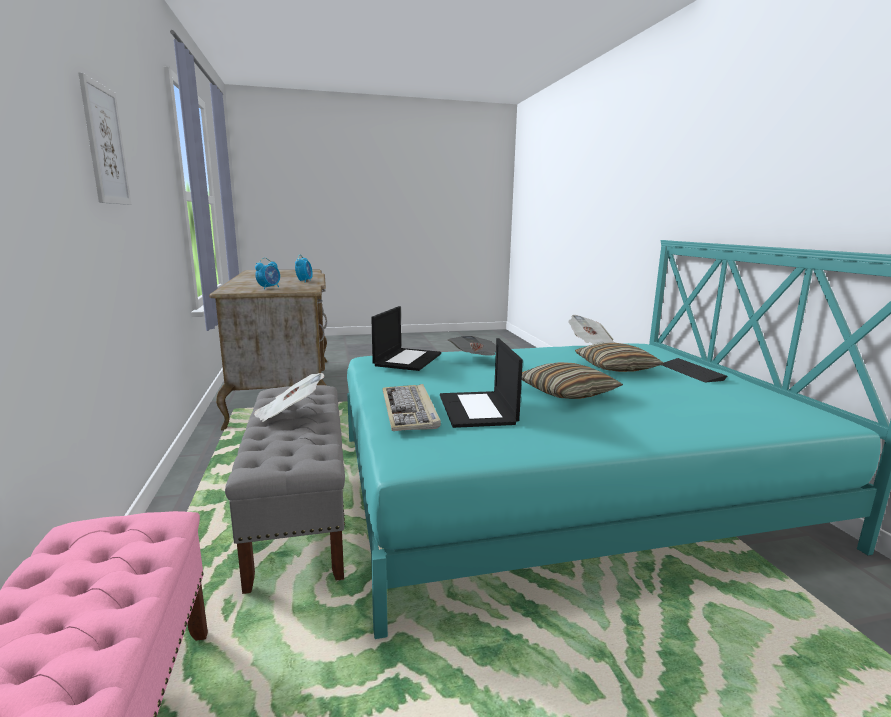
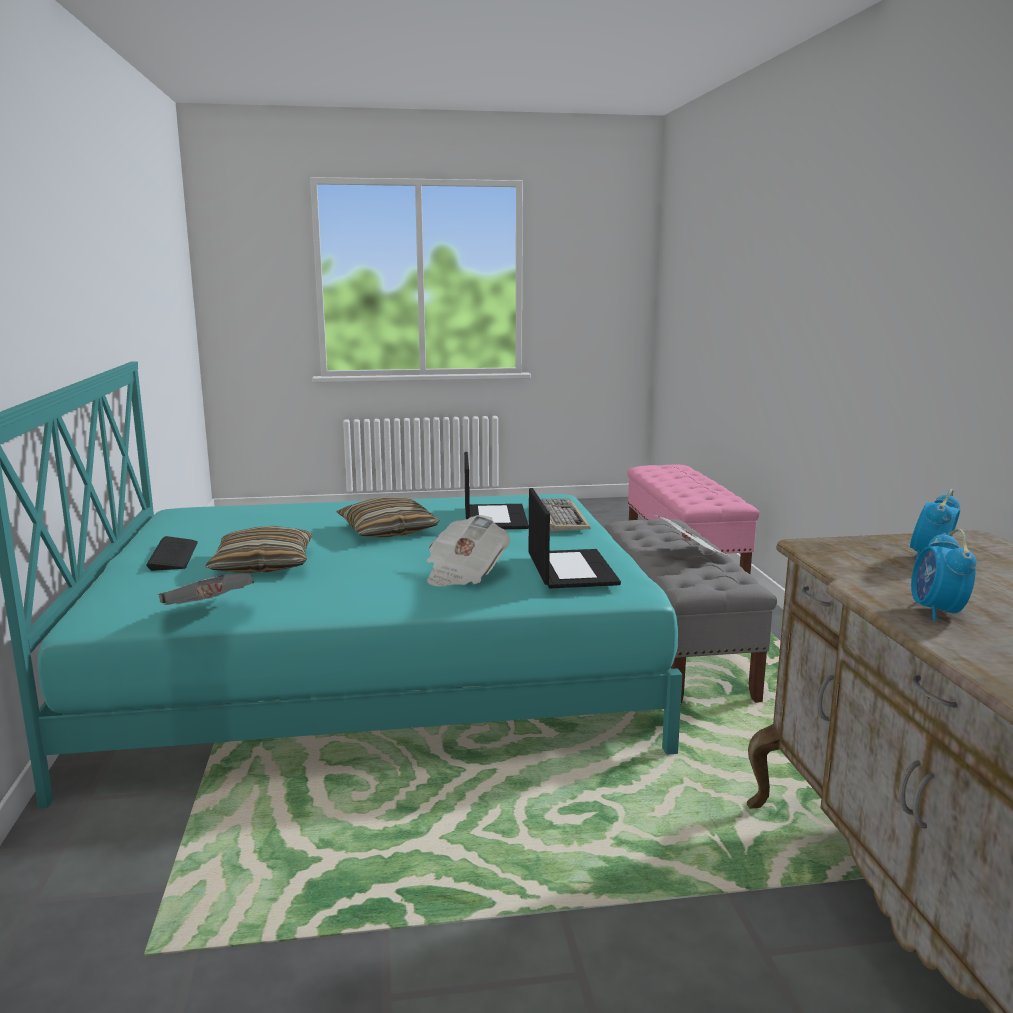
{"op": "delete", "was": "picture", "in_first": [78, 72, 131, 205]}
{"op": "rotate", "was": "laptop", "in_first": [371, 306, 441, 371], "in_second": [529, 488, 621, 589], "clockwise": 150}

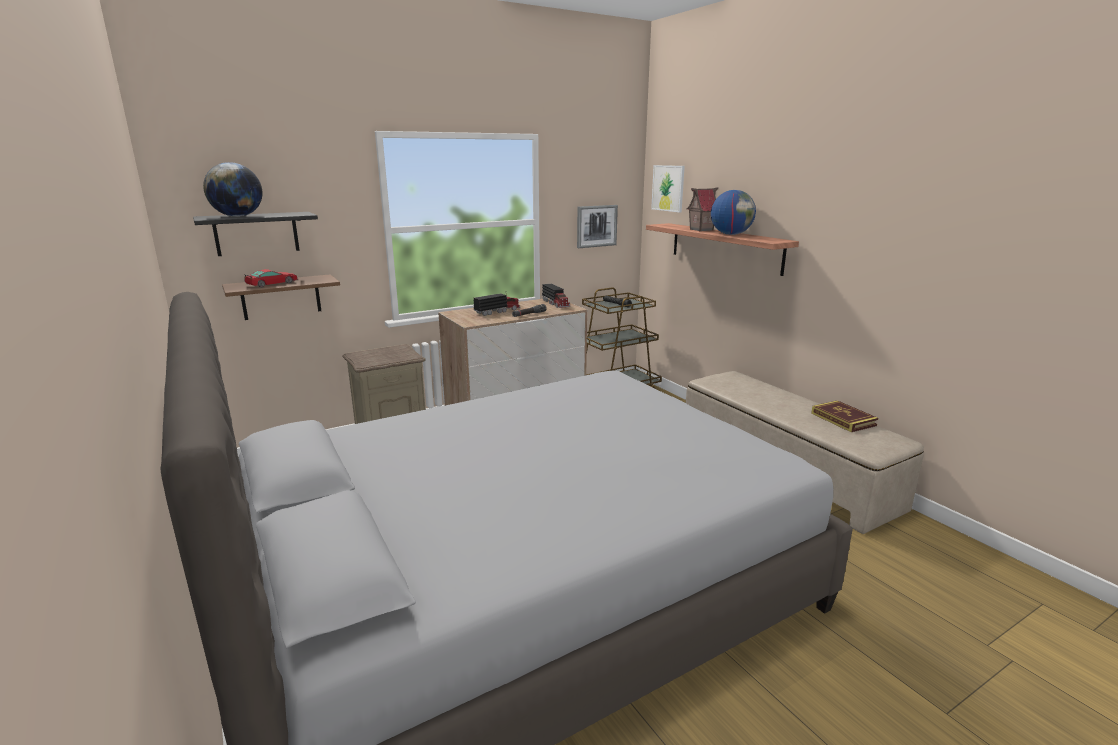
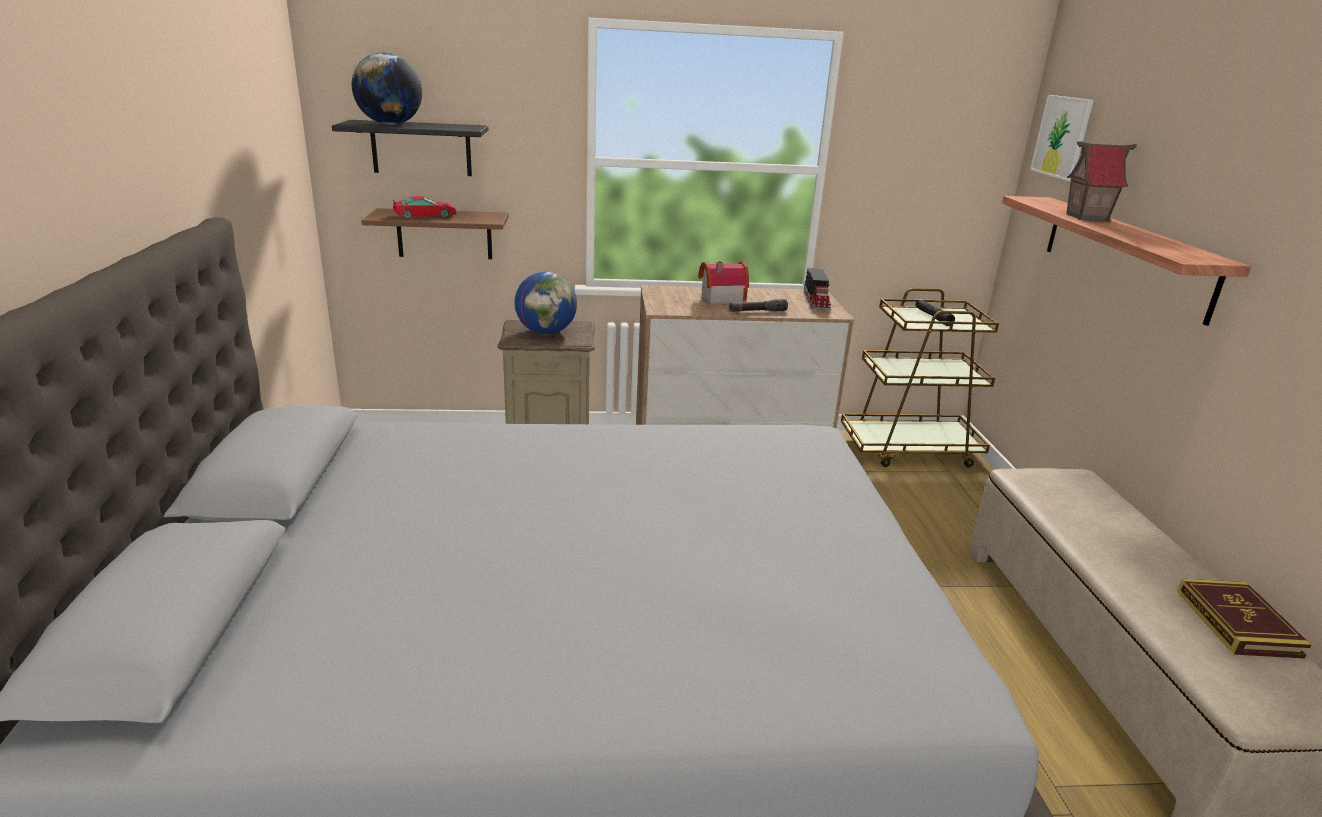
{"op": "delete", "was": "picture", "in_first": [577, 205, 618, 248]}
{"op": "move", "was": "globe", "in_first": [711, 190, 756, 235], "in_second": [514, 272, 577, 334]}
{"op": "replace", "was": "toy truck", "now": "toy house", "in_first": [474, 293, 520, 316], "in_second": [698, 261, 749, 305]}

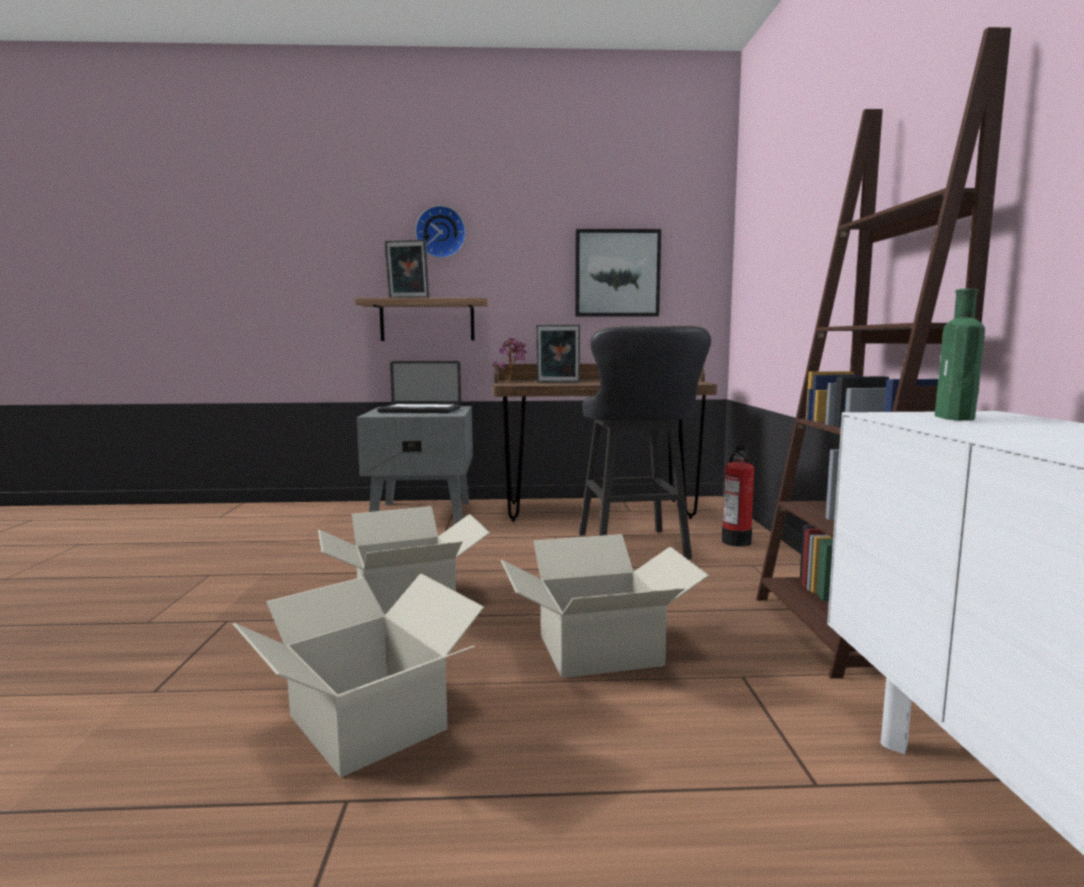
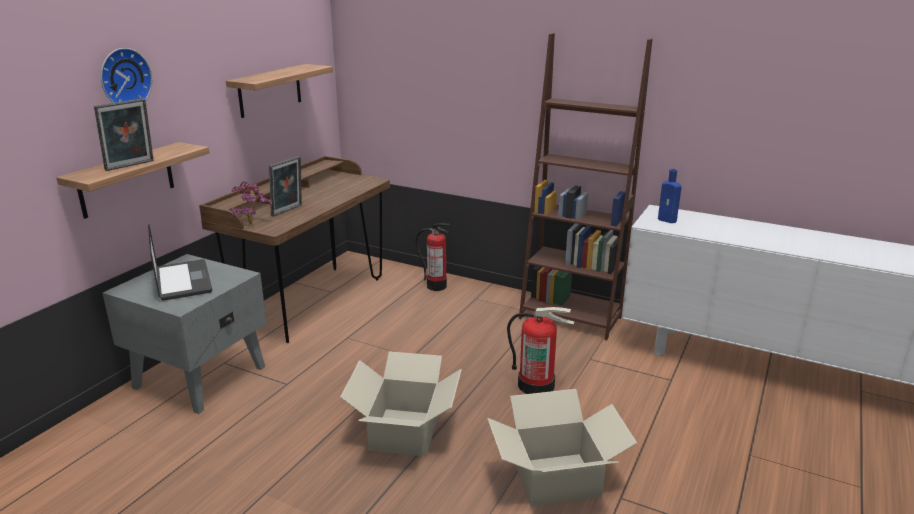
{"op": "delete", "was": "black stool", "in_first": [579, 326, 711, 559]}
{"op": "replace", "was": "cardboard box", "now": "fire extinguisher", "in_first": [501, 534, 709, 678], "in_second": [507, 307, 574, 394]}
{"op": "replace", "was": "picture", "now": "shelf", "in_first": [575, 229, 661, 317], "in_second": [226, 64, 333, 118]}
{"op": "recolor", "was": "green bottle", "now": "blue bottle", "in_first": [935, 289, 985, 421], "in_second": [658, 169, 681, 223]}
{"op": "rotate", "was": "laptop", "in_first": [377, 361, 461, 413], "in_second": [148, 225, 212, 301], "clockwise": -60}

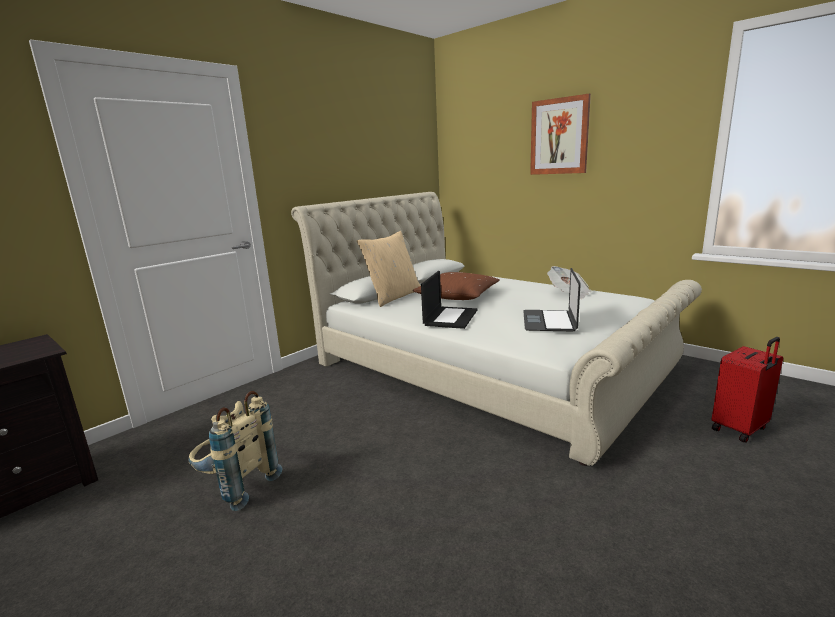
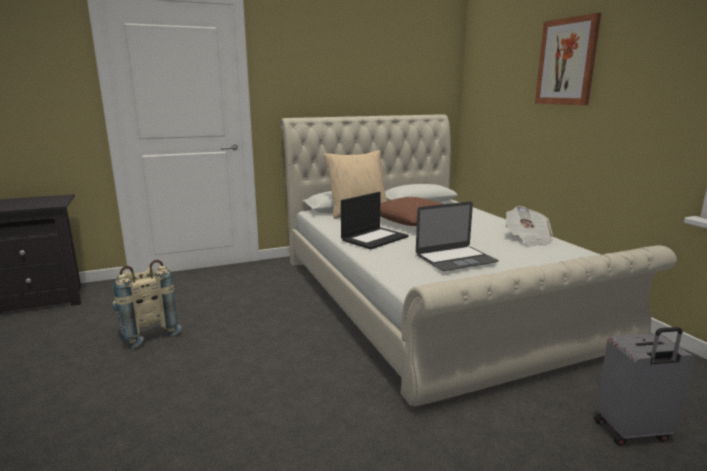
{"op": "recolor", "was": "red suitcase", "now": "grey suitcase", "in_first": [712, 337, 783, 443], "in_second": [594, 327, 695, 446]}
{"op": "rotate", "was": "laptop", "in_first": [523, 268, 581, 331], "in_second": [416, 201, 499, 271], "clockwise": -150}

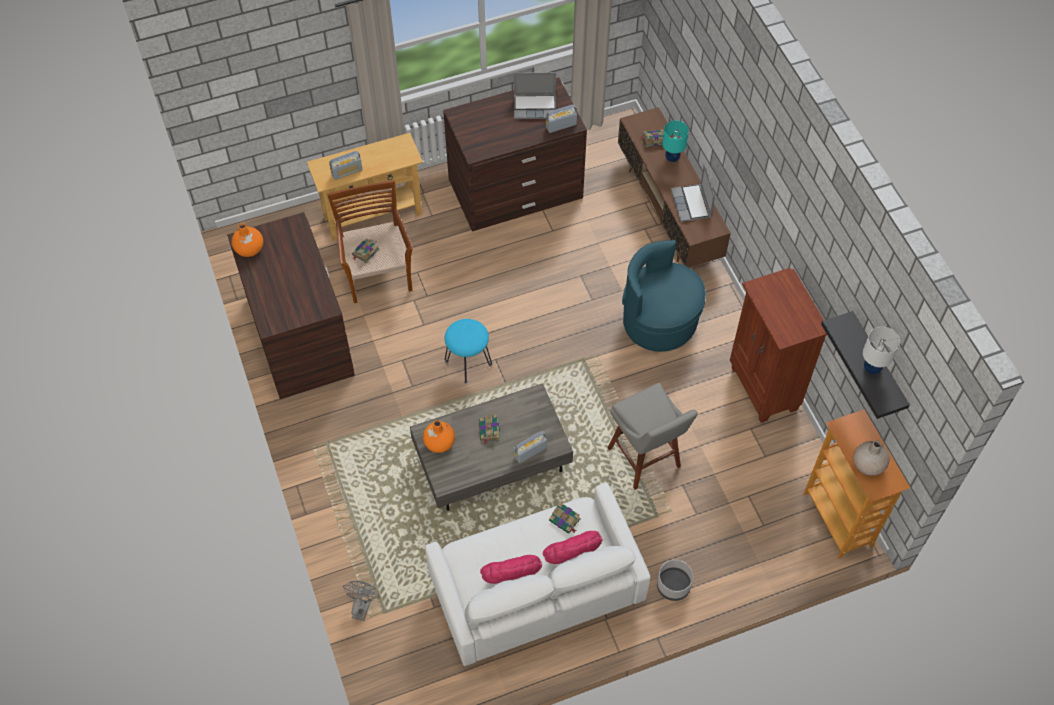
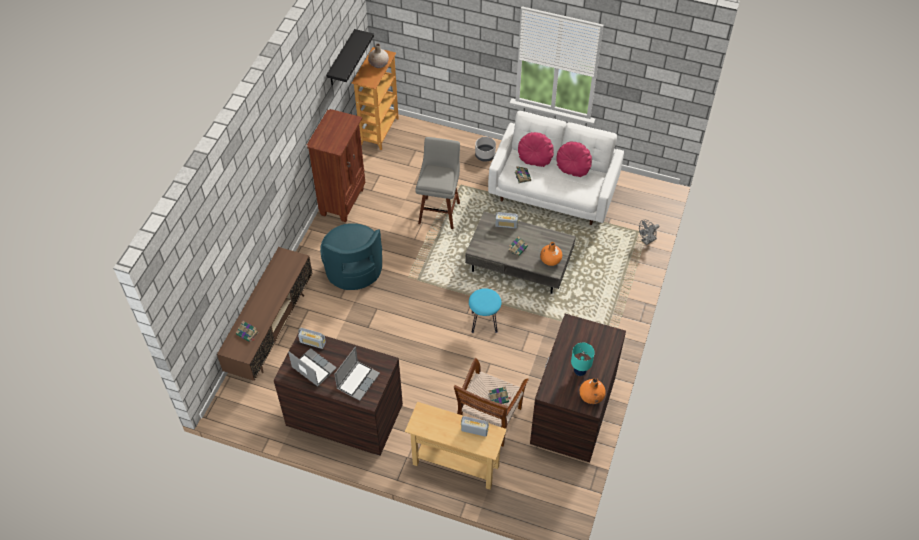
{"op": "delete", "was": "white table lamp", "in_first": [863, 327, 900, 374]}
{"op": "move", "was": "turquoise table lamp", "in_first": [662, 121, 689, 162], "in_second": [571, 343, 595, 376]}
{"op": "move", "was": "laptop", "in_first": [671, 164, 715, 222], "in_second": [334, 347, 380, 401]}

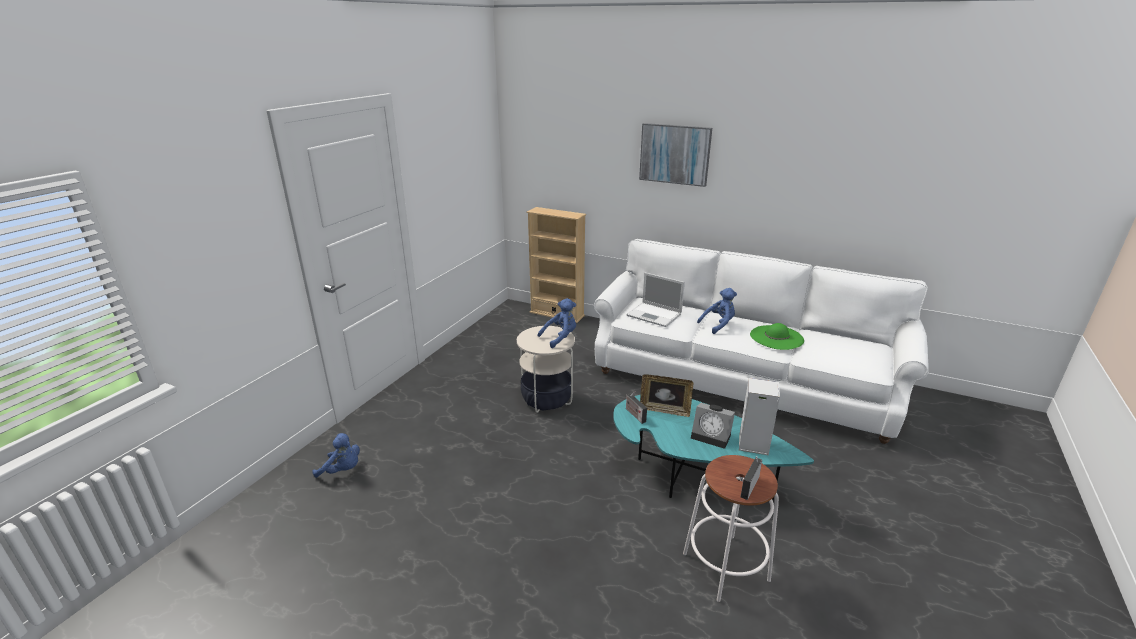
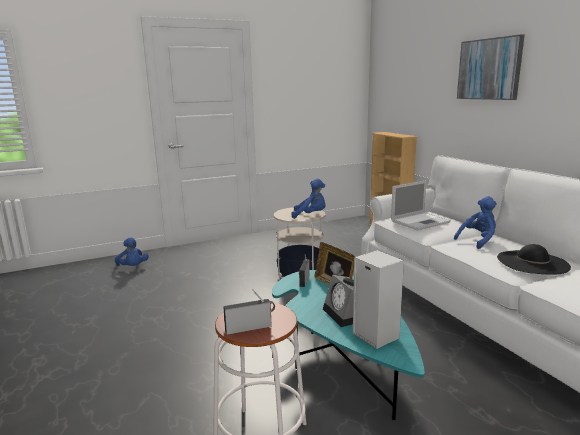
{"op": "recolor", "was": "green hat", "now": "black hat", "in_first": [750, 323, 804, 350], "in_second": [497, 244, 571, 275]}
{"op": "rotate", "was": "laptop", "in_first": [626, 273, 685, 327], "in_second": [391, 180, 451, 231], "clockwise": -105}
{"op": "rotate", "was": "blue plush toy", "in_first": [697, 288, 737, 334], "in_second": [454, 197, 497, 249], "clockwise": -45}

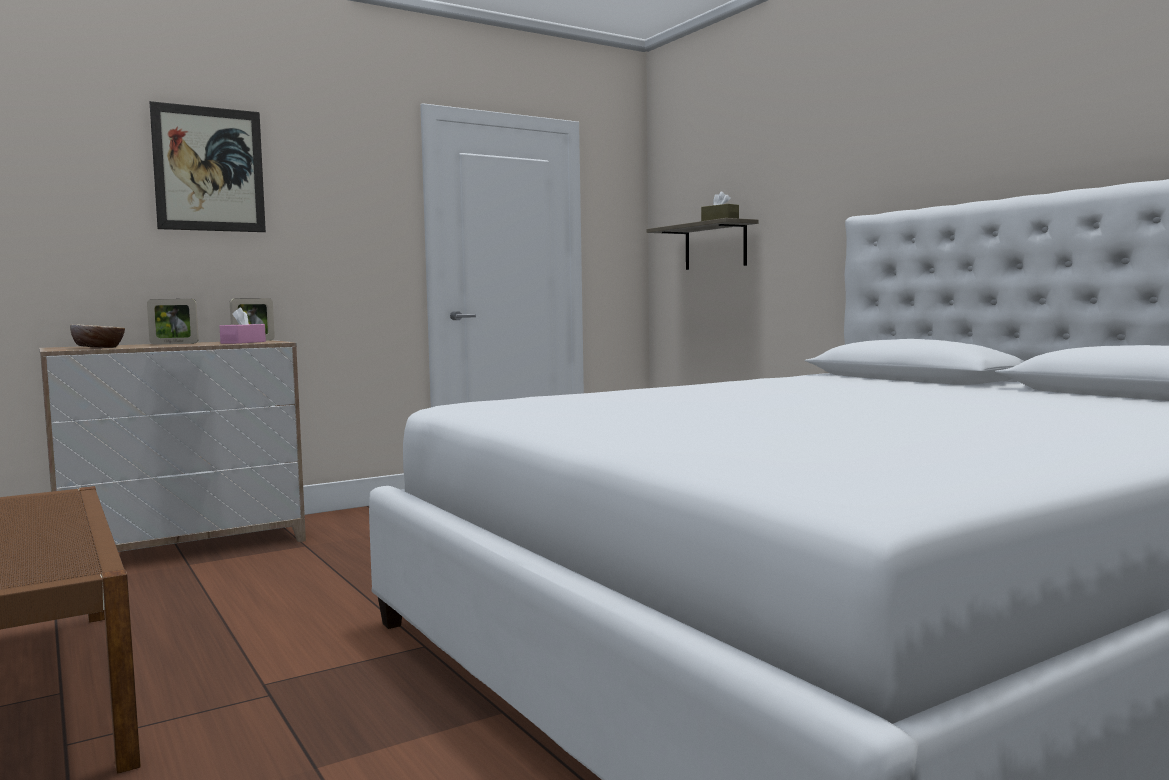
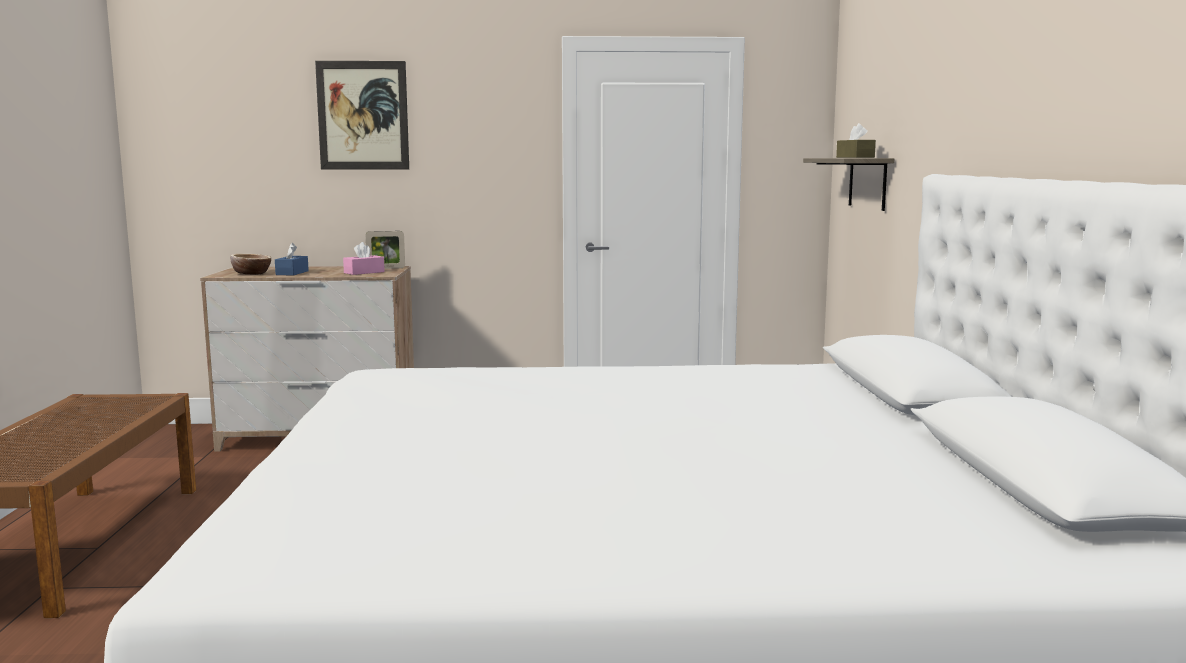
{"op": "delete", "was": "picture frame", "in_first": [147, 299, 199, 345]}
{"op": "insert", "now": "blue tissue box", "in_second": [275, 243, 309, 275]}

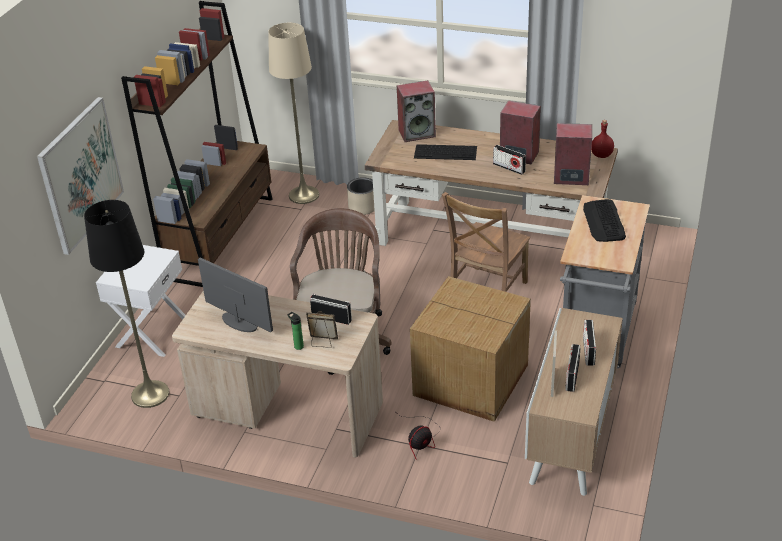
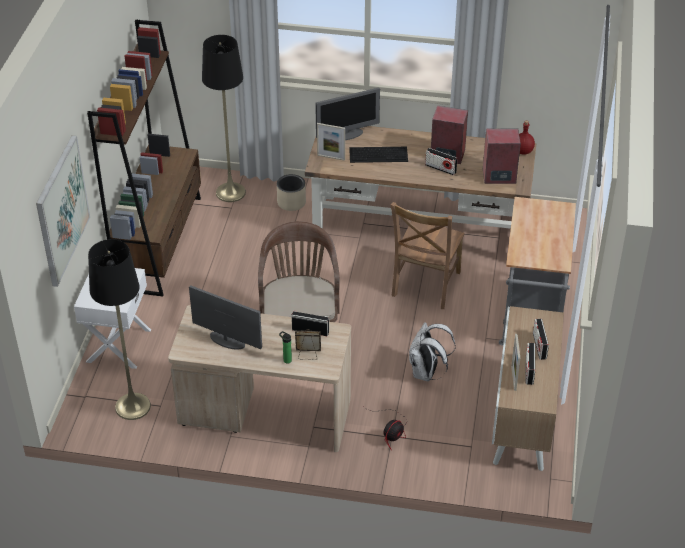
{"op": "delete", "was": "keyboard", "in_first": [583, 199, 626, 242]}
{"op": "insert", "now": "picture frame", "in_second": [317, 123, 345, 161]}
{"op": "replace", "was": "speaker", "now": "monitor", "in_first": [397, 80, 436, 142], "in_second": [315, 87, 380, 140]}
{"op": "replace", "was": "cardboard box", "now": "white backpack", "in_first": [410, 276, 531, 422], "in_second": [409, 322, 456, 381]}
{"op": "recolor", "was": "beige floor lamp", "now": "black floor lamp", "in_first": [268, 23, 319, 204], "in_second": [202, 35, 246, 202]}

